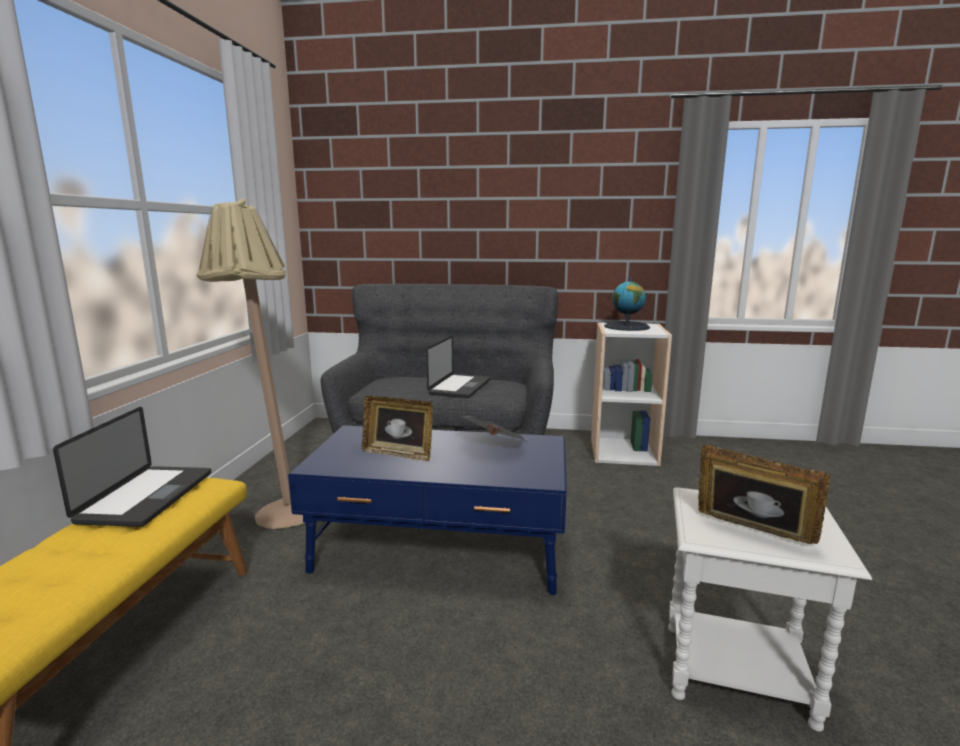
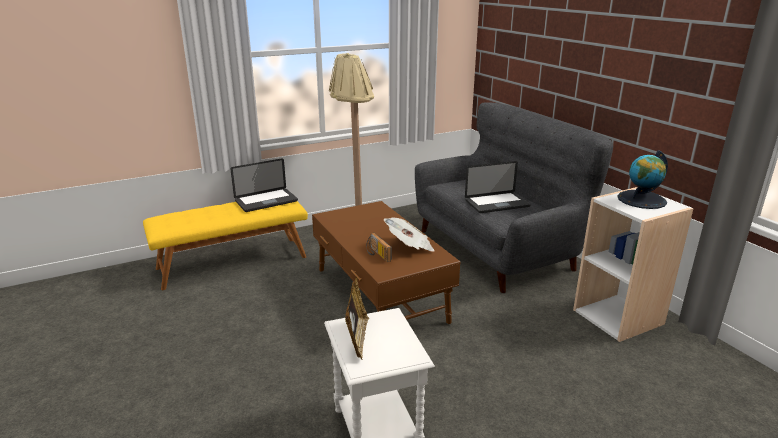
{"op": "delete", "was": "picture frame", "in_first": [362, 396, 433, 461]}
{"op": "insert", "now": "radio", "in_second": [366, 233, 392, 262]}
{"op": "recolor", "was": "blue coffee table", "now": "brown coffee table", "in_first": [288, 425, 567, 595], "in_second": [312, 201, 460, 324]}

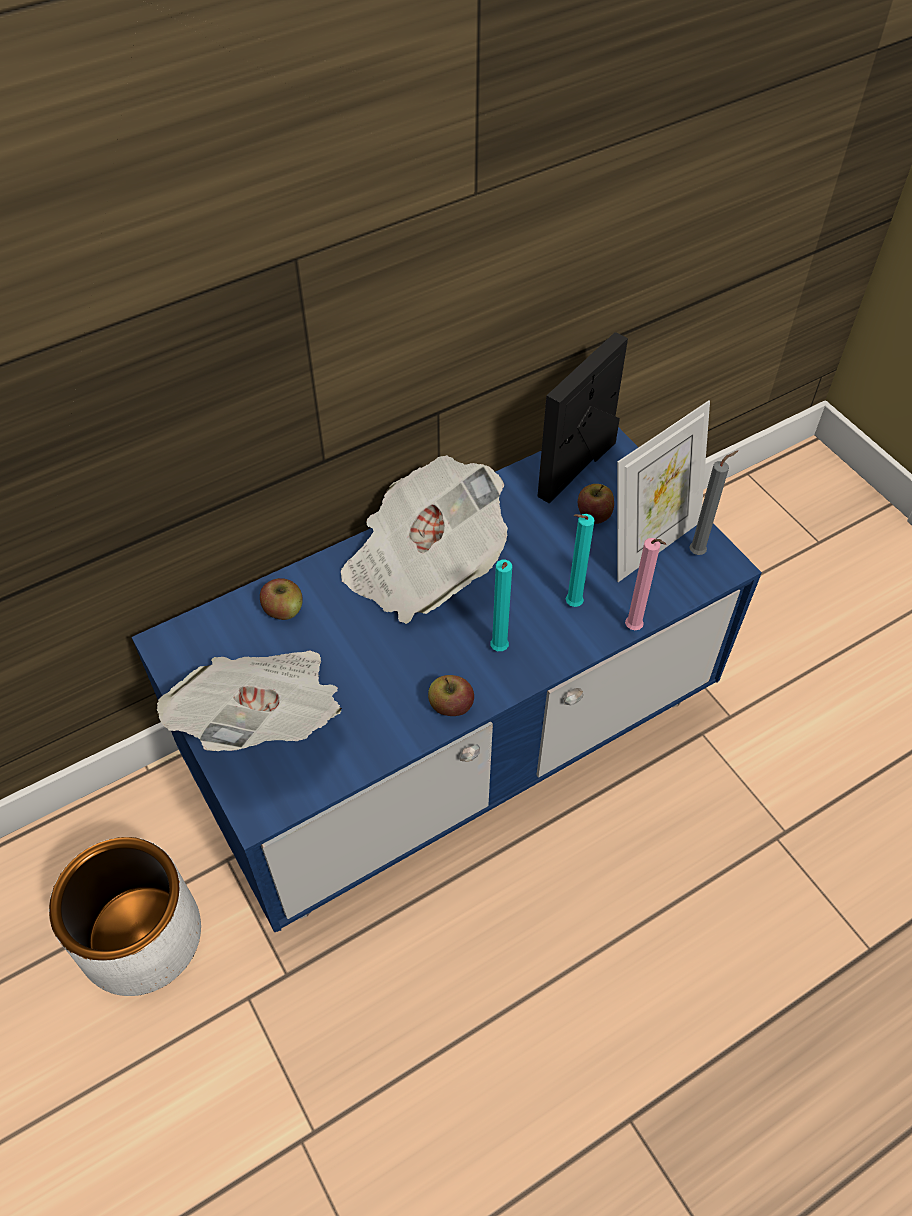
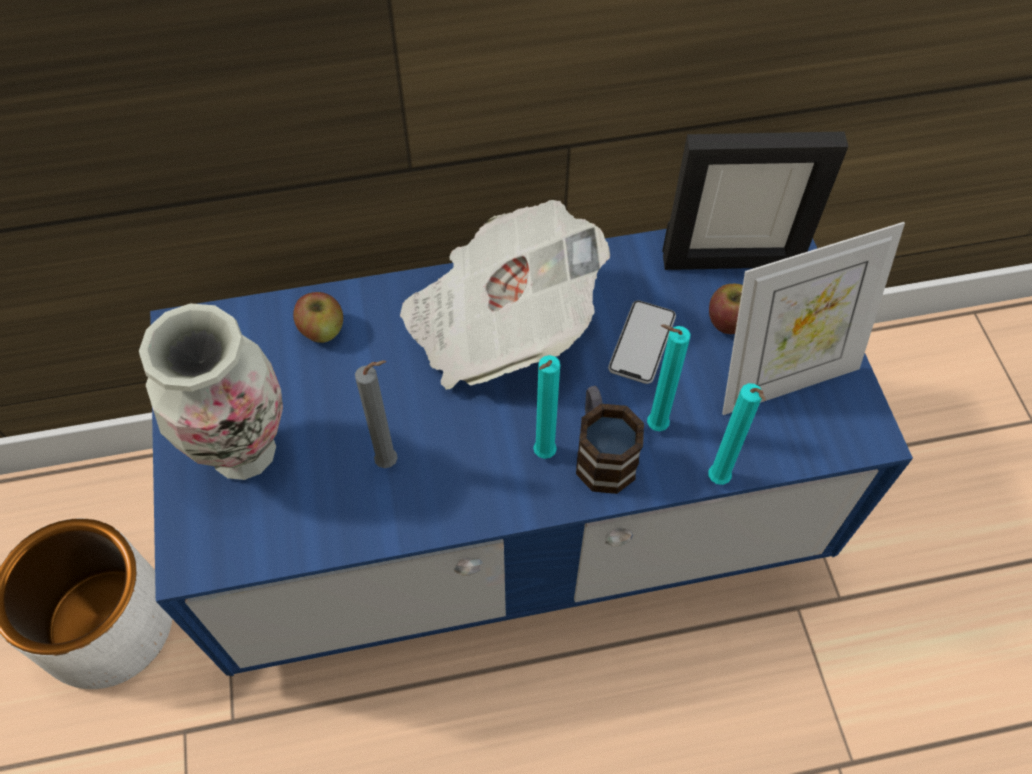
{"op": "delete", "was": "apple", "in_first": [428, 675, 474, 716]}
{"op": "insert", "now": "mug", "in_second": [576, 386, 644, 494]}
{"op": "insert", "now": "phone", "in_second": [608, 300, 676, 384]}
{"op": "move", "was": "grey candle", "in_first": [689, 451, 738, 555], "in_second": [355, 360, 398, 468]}
{"op": "replace", "was": "newspaper", "now": "vase", "in_first": [157, 650, 342, 751], "in_second": [139, 303, 283, 480]}
{"op": "recolor", "was": "pink candle", "now": "turquoise candle", "in_first": [625, 538, 666, 630], "in_second": [708, 383, 766, 485]}
{"op": "rotate", "was": "picture frame", "in_first": [537, 332, 628, 503], "in_second": [662, 131, 849, 270], "clockwise": -150}

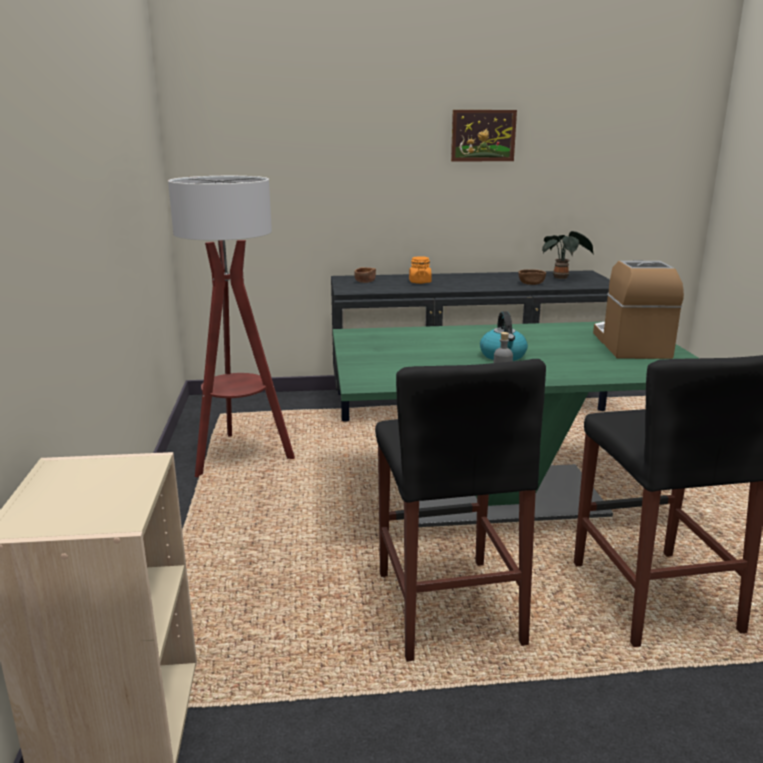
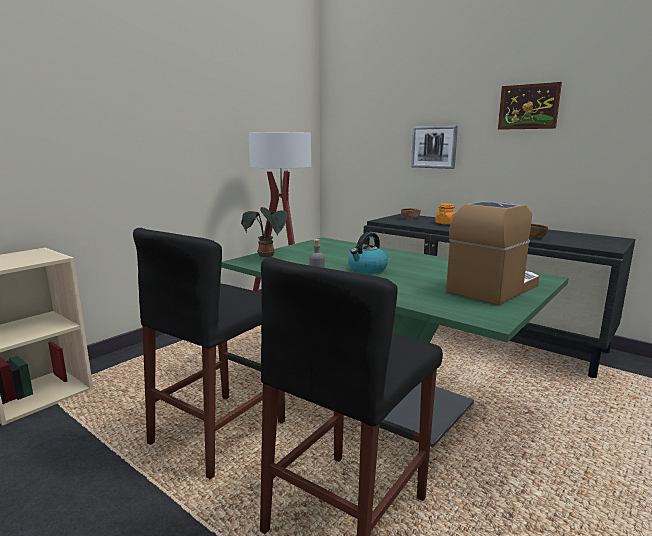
{"op": "insert", "now": "picture", "in_second": [411, 126, 458, 169]}
{"op": "move", "was": "potted plant", "in_first": [542, 231, 593, 279], "in_second": [241, 207, 288, 257]}

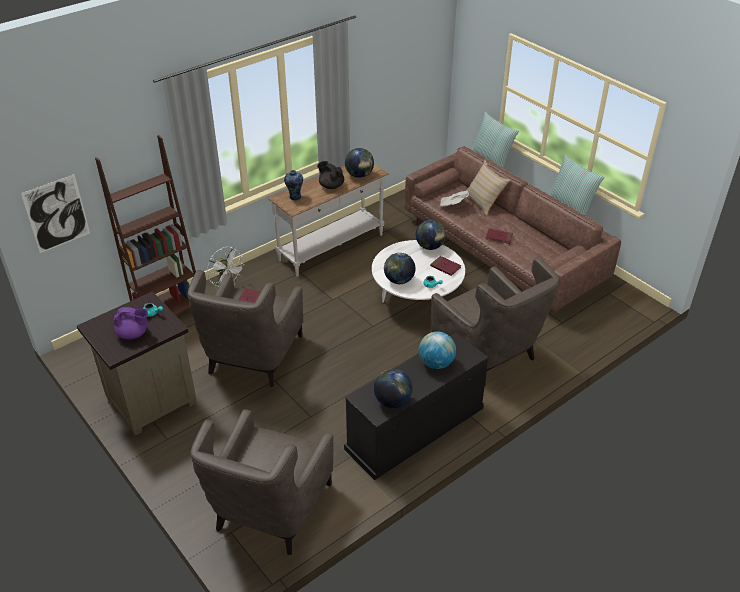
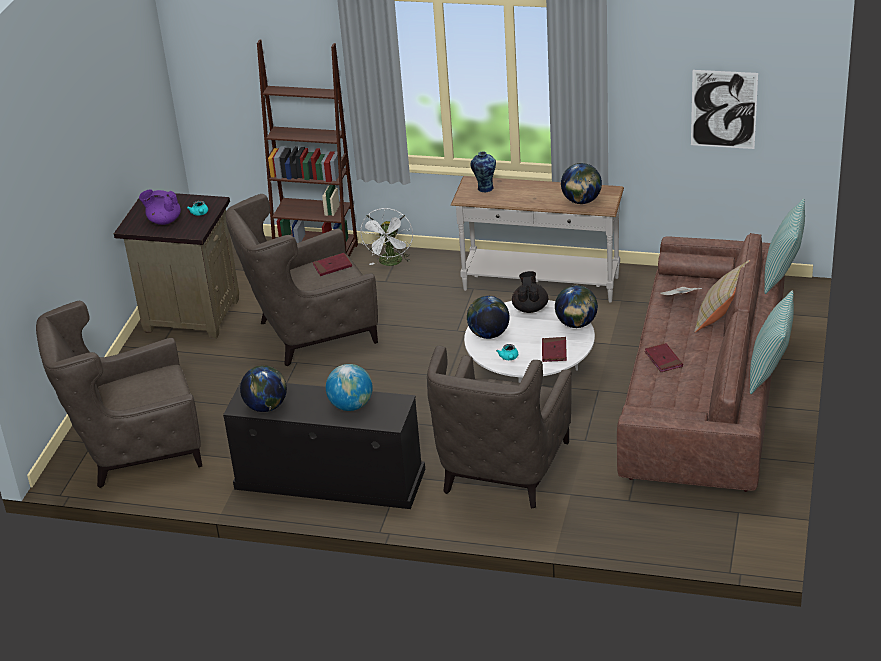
{"op": "move", "was": "picture", "in_first": [21, 174, 90, 253], "in_second": [691, 70, 758, 149]}
{"op": "move", "was": "black teapot", "in_first": [317, 161, 344, 189], "in_second": [512, 271, 548, 313]}
{"op": "rotate", "was": "purple teapot", "in_first": [114, 307, 148, 339], "in_second": [139, 190, 181, 225], "clockwise": 135}

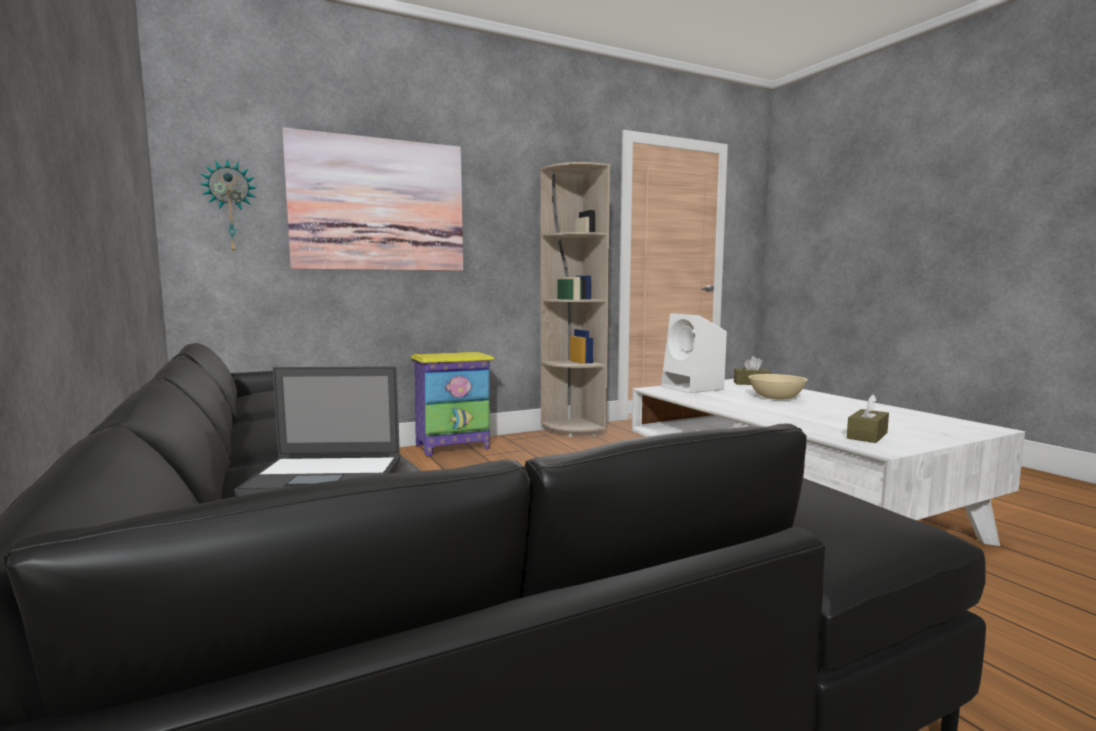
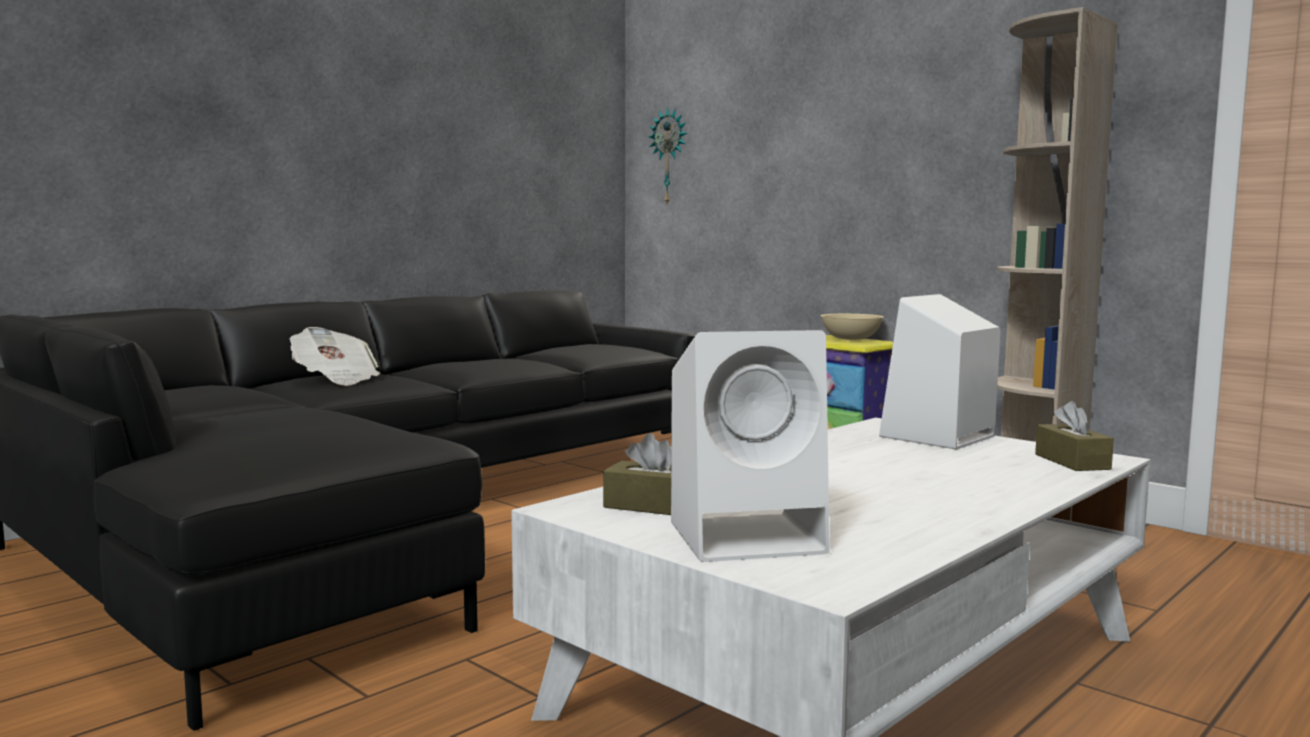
{"op": "delete", "was": "picture", "in_first": [282, 128, 463, 271]}
{"op": "insert", "now": "white speaker", "in_second": [671, 330, 830, 562]}
{"op": "move", "was": "beige bowl", "in_first": [748, 374, 808, 400], "in_second": [820, 314, 884, 340]}
{"op": "replace", "was": "laptop", "now": "newspaper", "in_first": [234, 366, 400, 496], "in_second": [290, 327, 380, 386]}

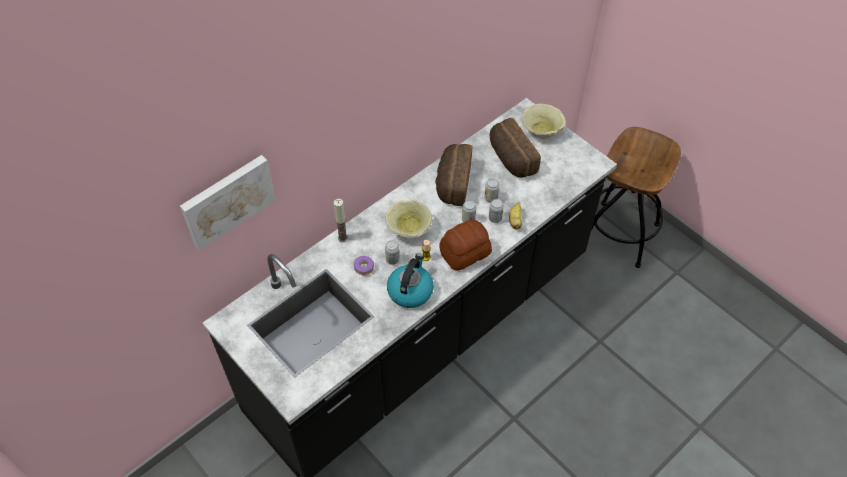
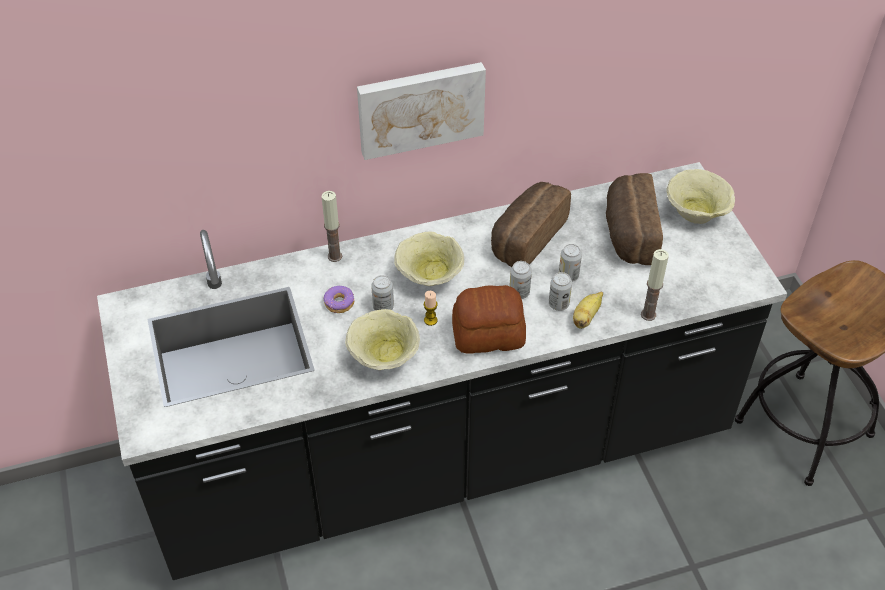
{"op": "insert", "now": "candle", "in_second": [641, 249, 669, 321]}
{"op": "move", "was": "picture", "in_first": [180, 155, 276, 250], "in_second": [357, 62, 486, 160]}
{"op": "replace", "was": "kettle", "now": "beige bowl", "in_first": [387, 253, 434, 308], "in_second": [345, 309, 420, 370]}

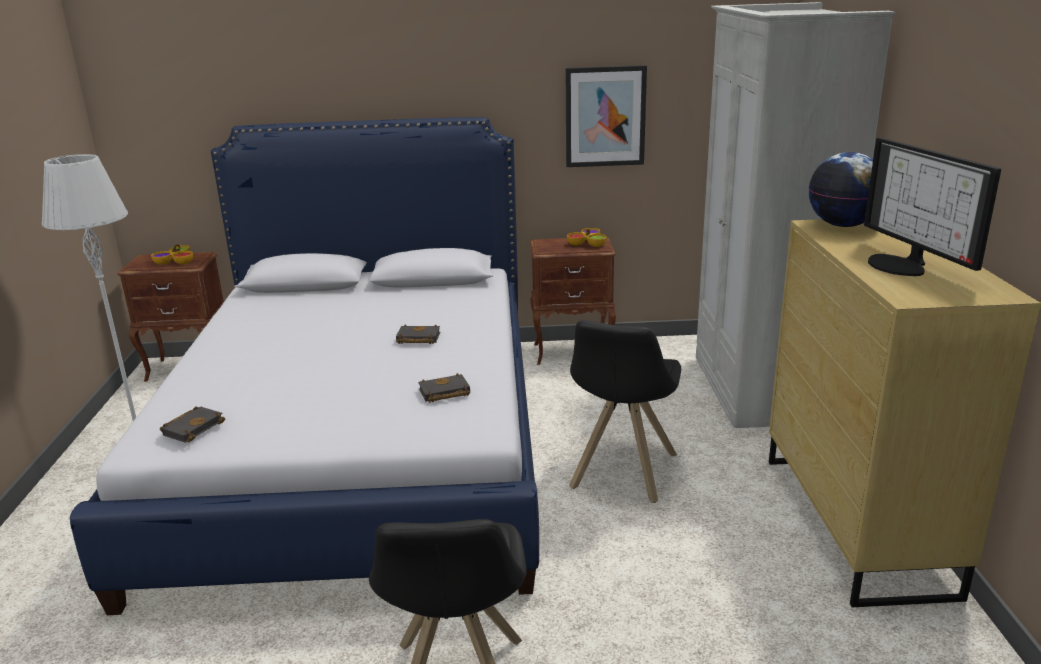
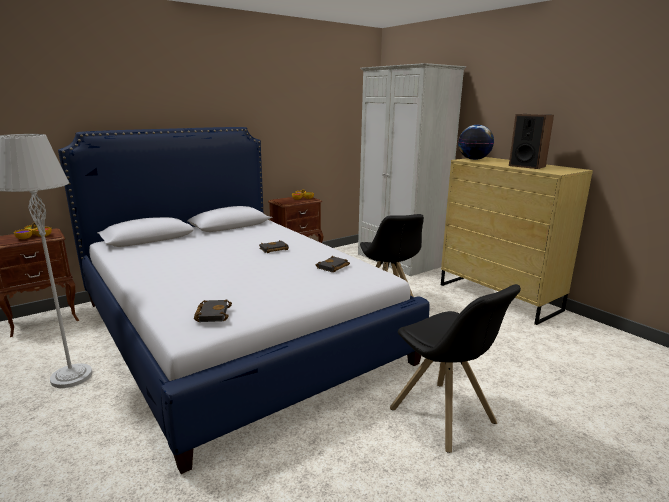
{"op": "delete", "was": "picture", "in_first": [566, 65, 647, 167]}
{"op": "replace", "was": "monitor", "now": "speaker", "in_first": [864, 137, 1001, 276], "in_second": [509, 114, 554, 169]}

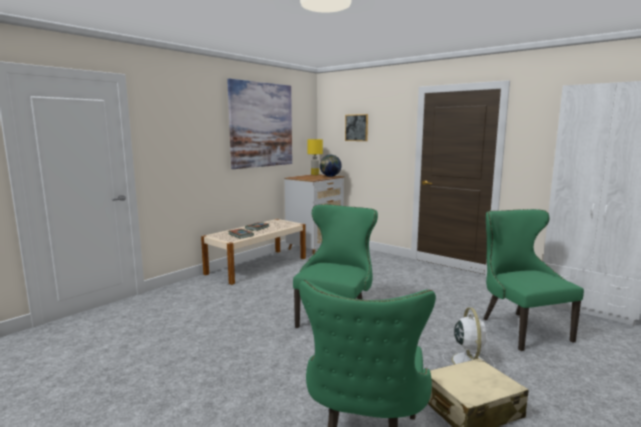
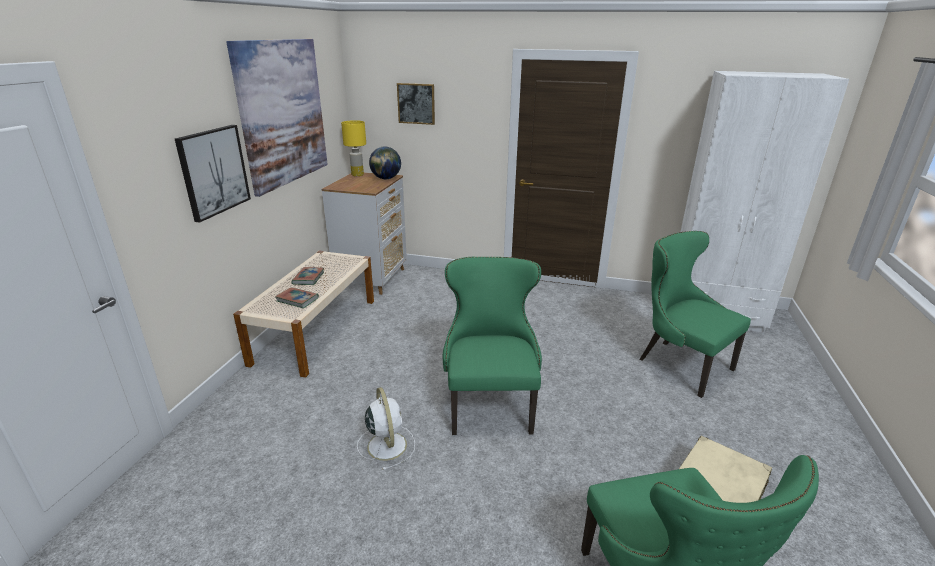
{"op": "insert", "now": "picture", "in_second": [175, 125, 251, 223]}
{"op": "move", "was": "white fan", "in_first": [443, 308, 495, 368], "in_second": [357, 387, 415, 470]}

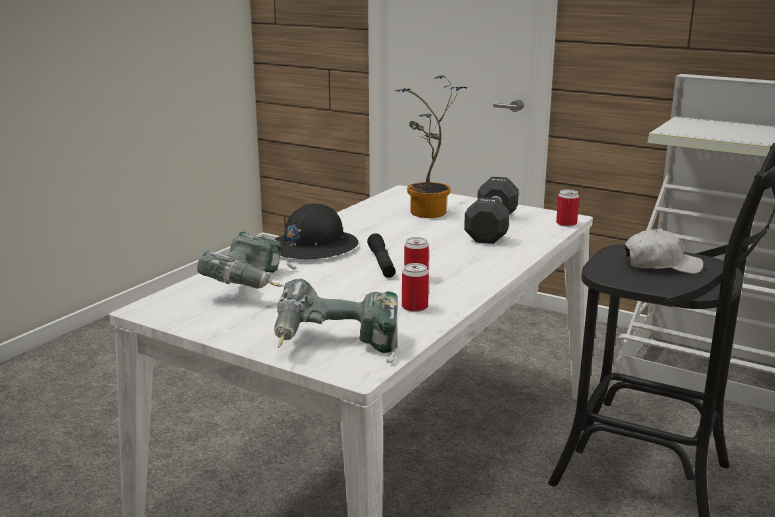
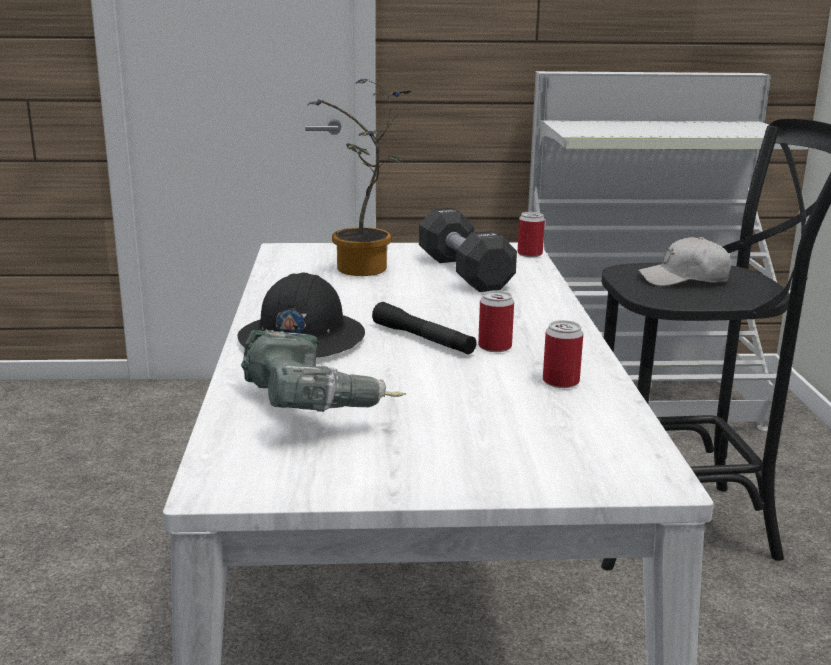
{"op": "delete", "was": "power drill", "in_first": [274, 278, 398, 363]}
{"op": "rotate", "was": "white cap", "in_first": [624, 229, 703, 274], "in_second": [638, 237, 732, 286], "clockwise": -150}

